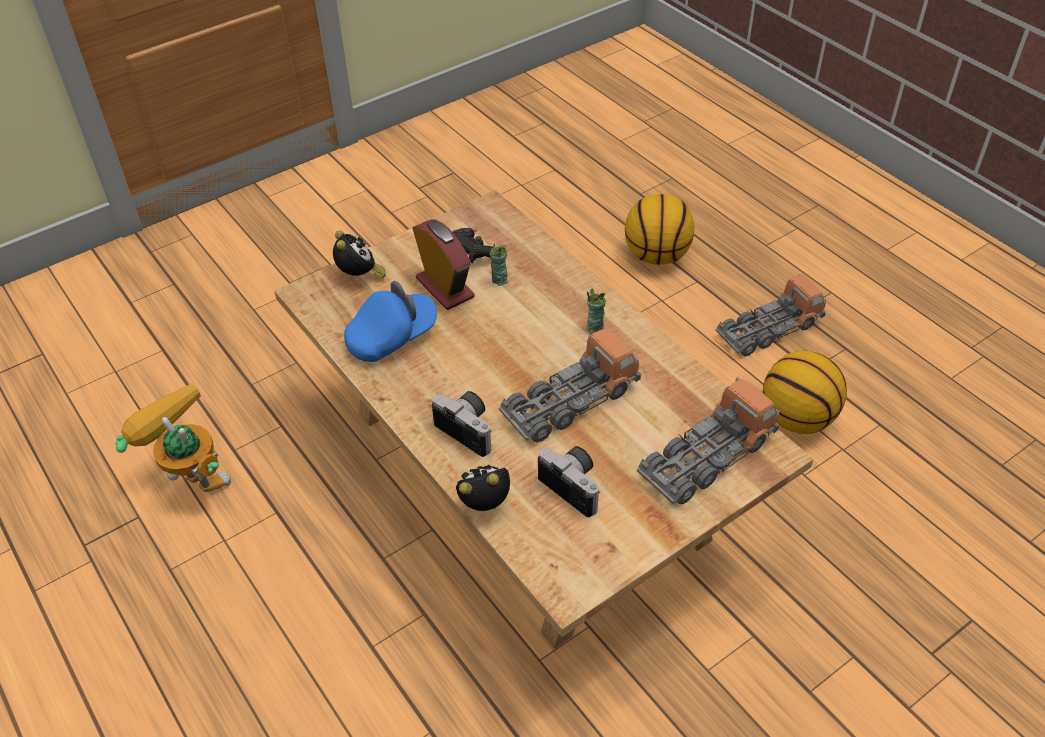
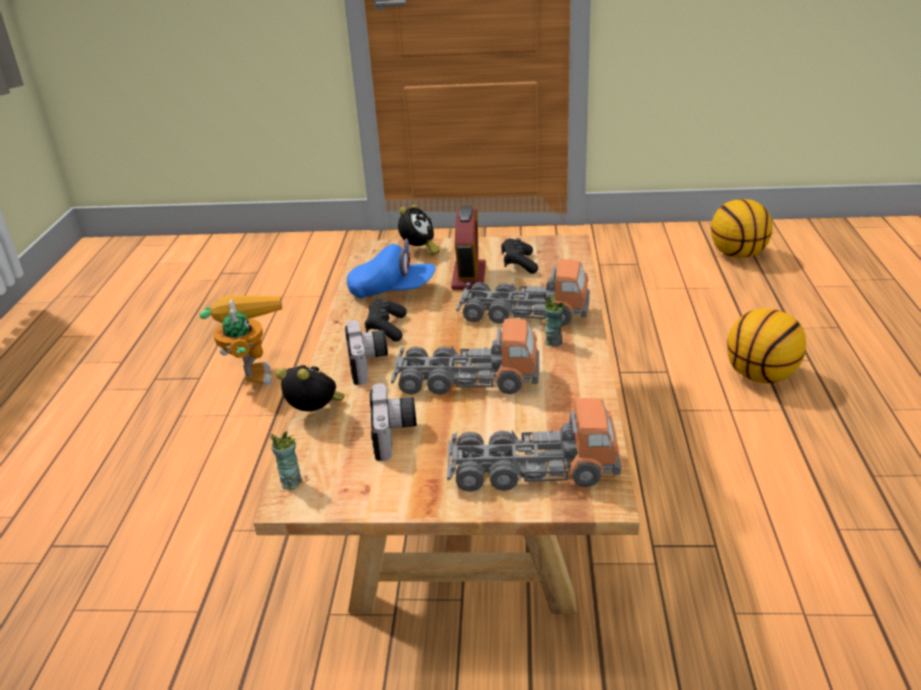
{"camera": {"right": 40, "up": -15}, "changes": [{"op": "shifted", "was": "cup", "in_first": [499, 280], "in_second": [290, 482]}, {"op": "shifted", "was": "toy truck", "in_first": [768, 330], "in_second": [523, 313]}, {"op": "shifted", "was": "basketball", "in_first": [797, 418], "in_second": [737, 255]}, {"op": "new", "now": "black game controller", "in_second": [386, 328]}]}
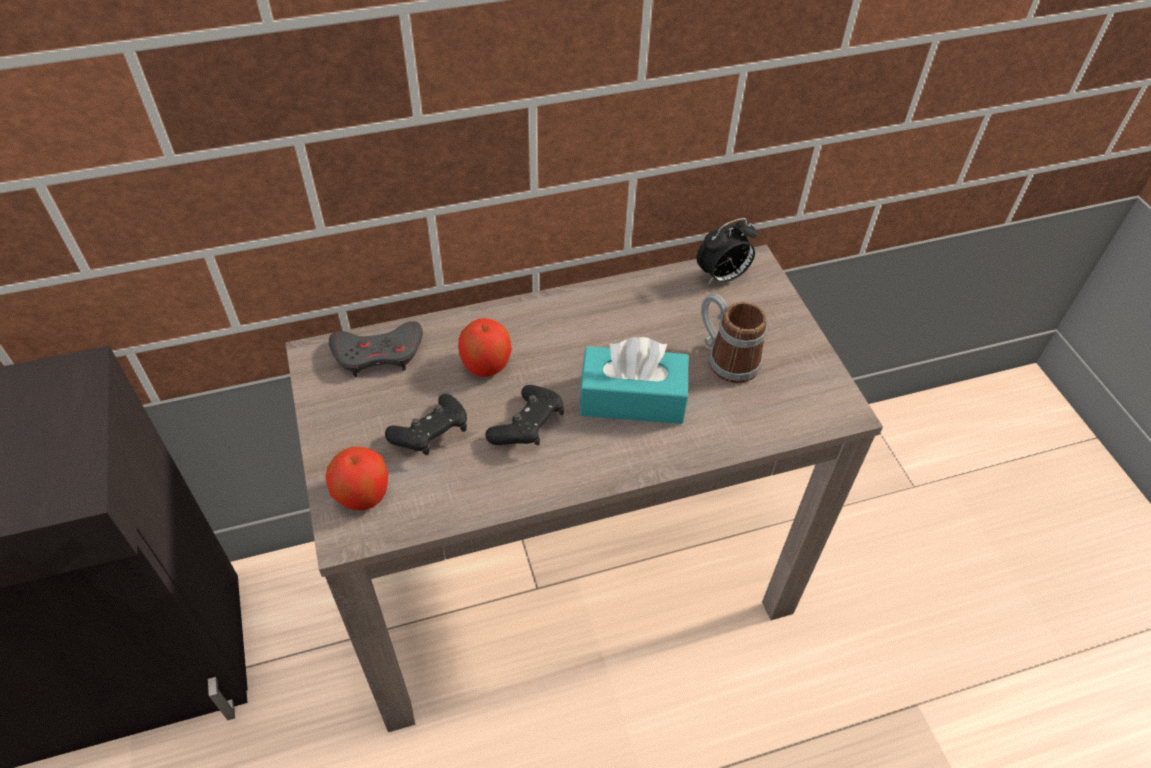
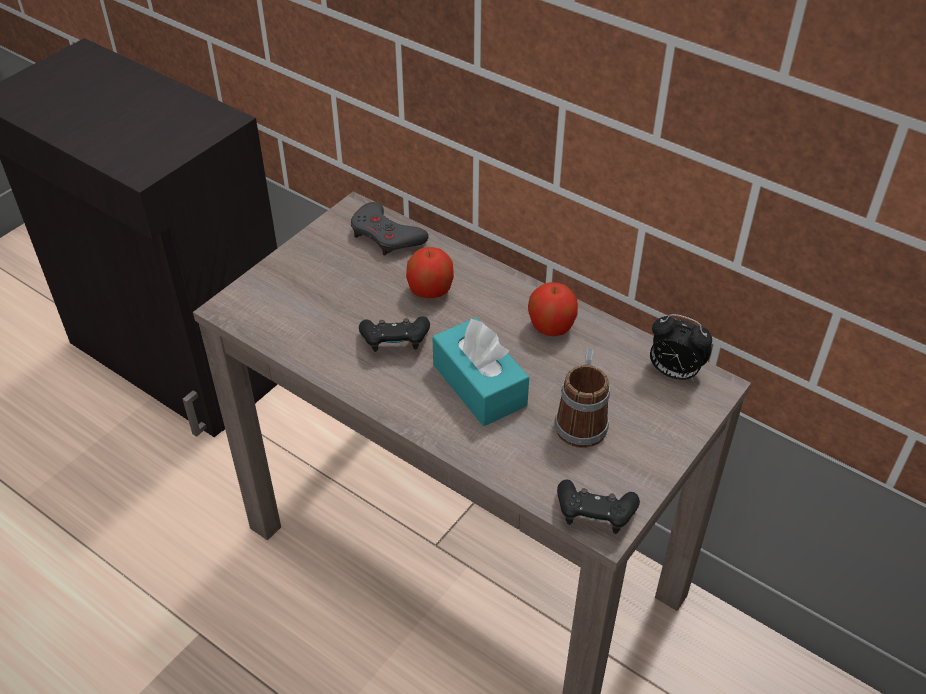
{"camera": {"right": 55, "up": -5}, "changes": [{"op": "shifted", "was": "black game controller", "in_first": [432, 435], "in_second": [594, 515]}, {"op": "shifted", "was": "apple", "in_first": [362, 495], "in_second": [551, 327]}]}
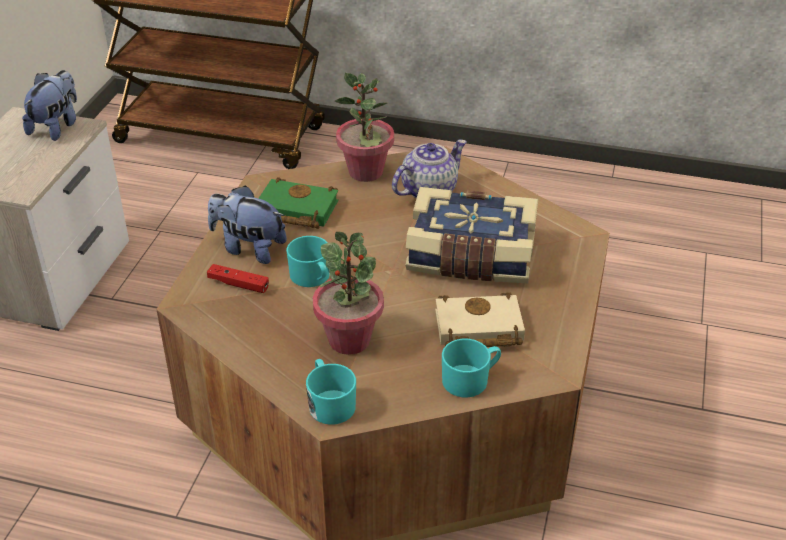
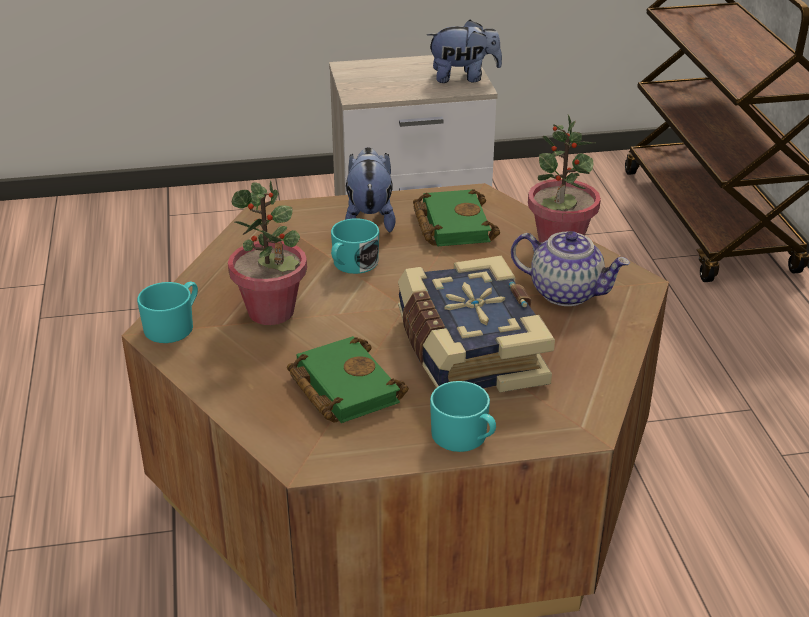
{"camera": {"right": 65, "up": -5}, "changes": [{"op": "gone", "was": "red game controller", "in_first": [238, 284]}, {"op": "repainted", "was": "beige book", "now": "green book", "in_first": [476, 329], "in_second": [341, 387]}, {"op": "shifted", "was": "turquoise mug", "in_first": [470, 380], "in_second": [464, 438]}]}
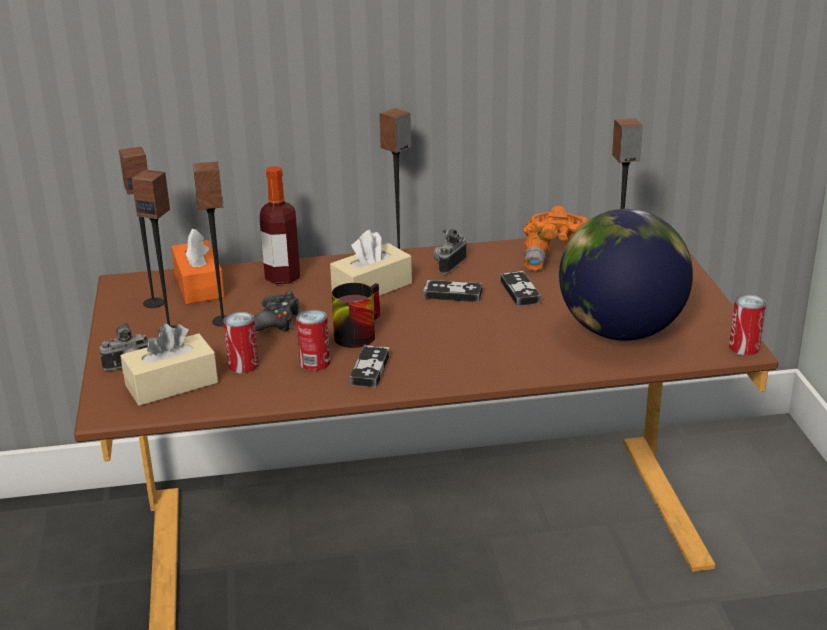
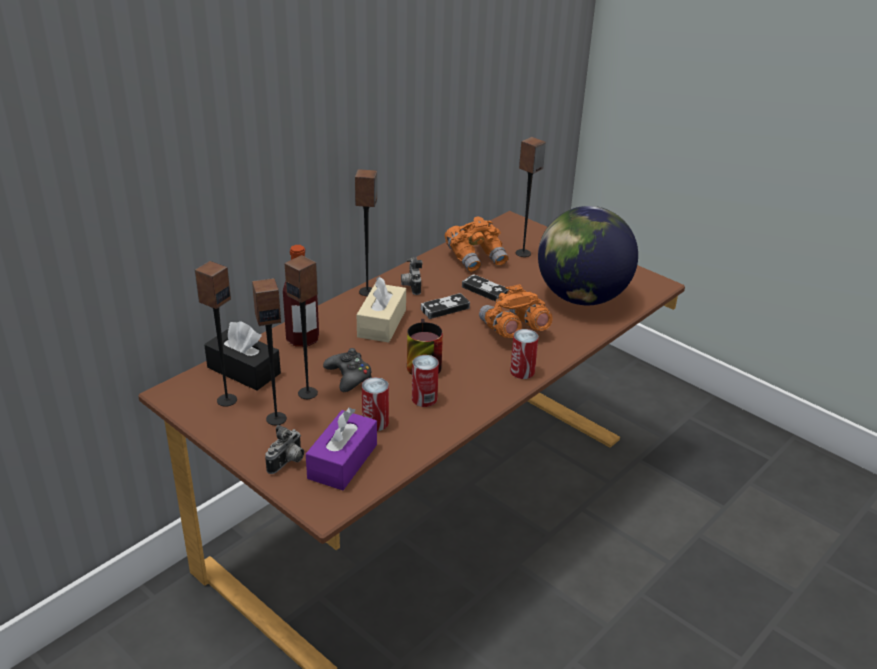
{"camera": {"right": -40, "up": 5}, "changes": [{"op": "repainted", "was": "orange tissue box", "now": "black tissue box", "in_first": [199, 285], "in_second": [244, 370]}, {"op": "shifted", "was": "can", "in_first": [744, 347], "in_second": [522, 371]}, {"op": "repainted", "was": "beige tissue box", "now": "purple tissue box", "in_first": [171, 384], "in_second": [342, 461]}, {"op": "gone", "was": "game controller", "in_first": [370, 369]}, {"op": "new", "now": "orange binoculars", "in_second": [513, 330]}]}
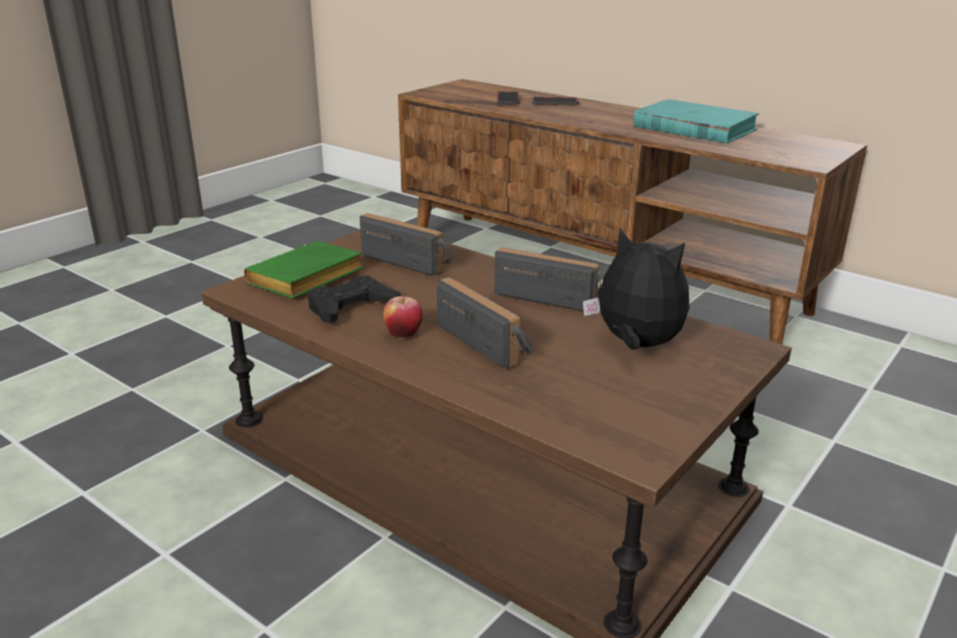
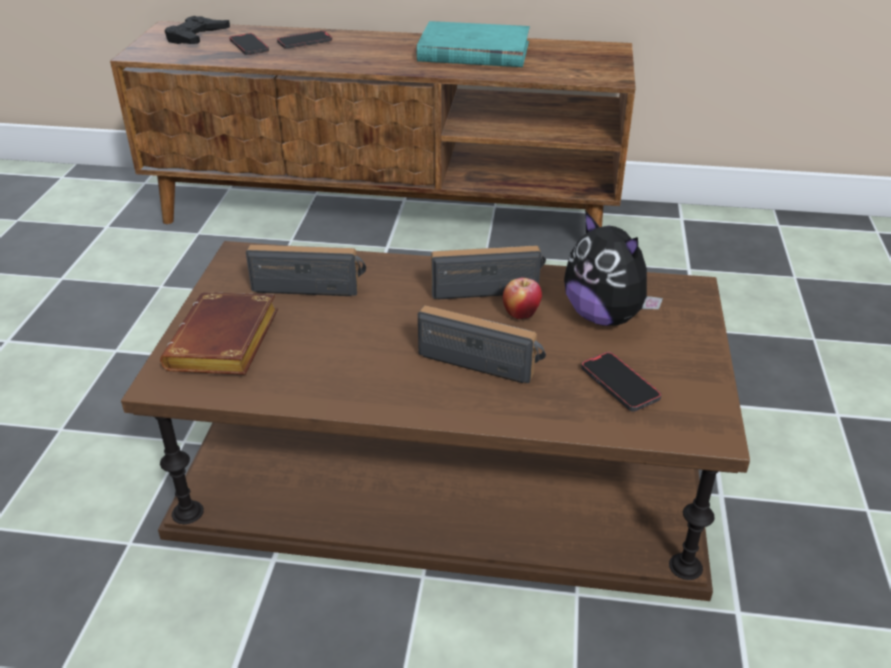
{"camera": {"right": -30, "up": 10}, "changes": [{"op": "rotated", "was": "plush toy", "in_first": [636, 345], "in_second": [605, 316], "clockwise": -135}, {"op": "repainted", "was": "green book", "now": "brown book", "in_first": [305, 280], "in_second": [226, 345]}, {"op": "shifted", "was": "black game controller", "in_first": [351, 307], "in_second": [196, 37]}, {"op": "shifted", "was": "apple", "in_first": [403, 335], "in_second": [521, 314]}, {"op": "new", "now": "phone", "in_second": [619, 384]}]}
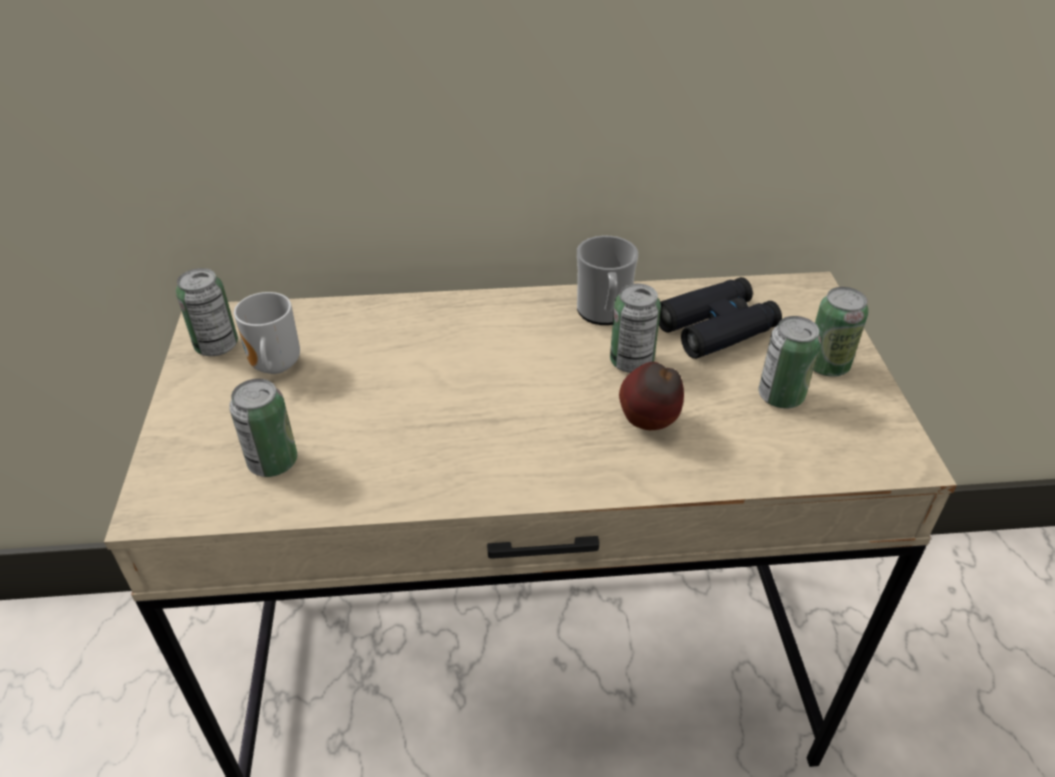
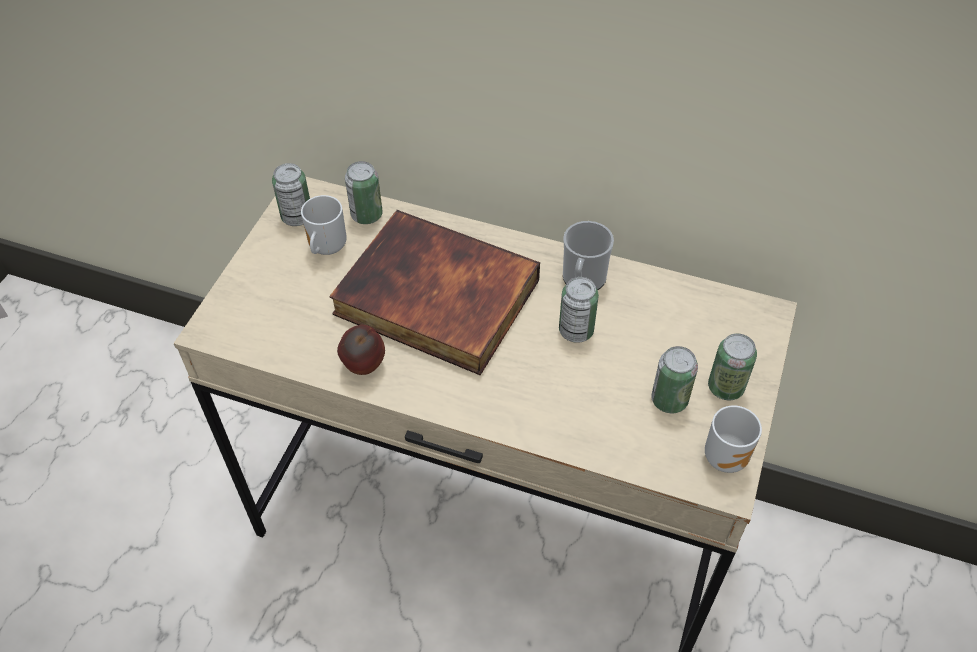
{"camera": {"right": 25, "up": 10}, "changes": [{"op": "gone", "was": "black binoculars", "in_first": [716, 328]}, {"op": "shifted", "was": "apple", "in_first": [649, 425], "in_second": [364, 367]}, {"op": "shifted", "was": "can", "in_first": [273, 462], "in_second": [366, 215]}, {"op": "new", "now": "book", "in_second": [434, 299]}, {"op": "new", "now": "mug", "in_second": [727, 456]}]}
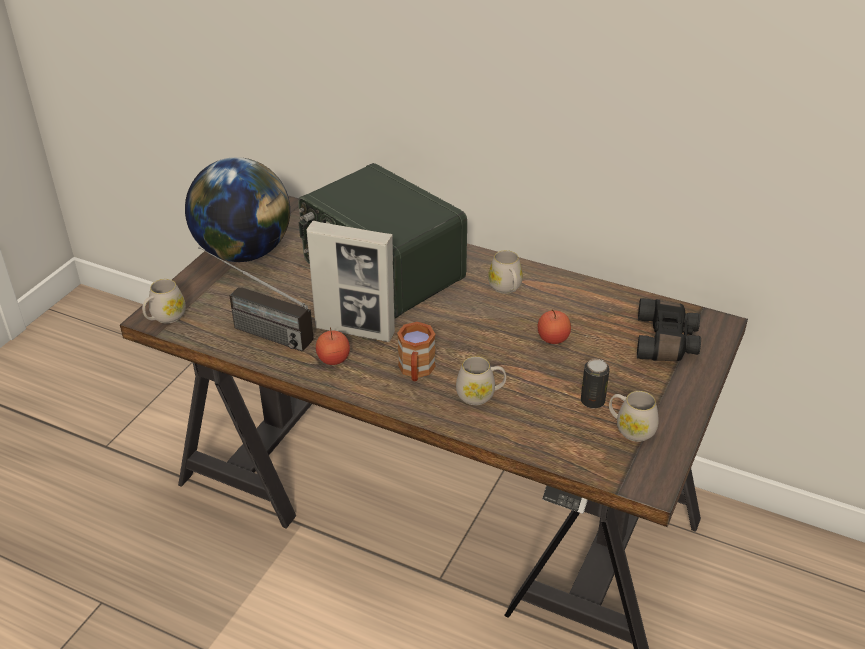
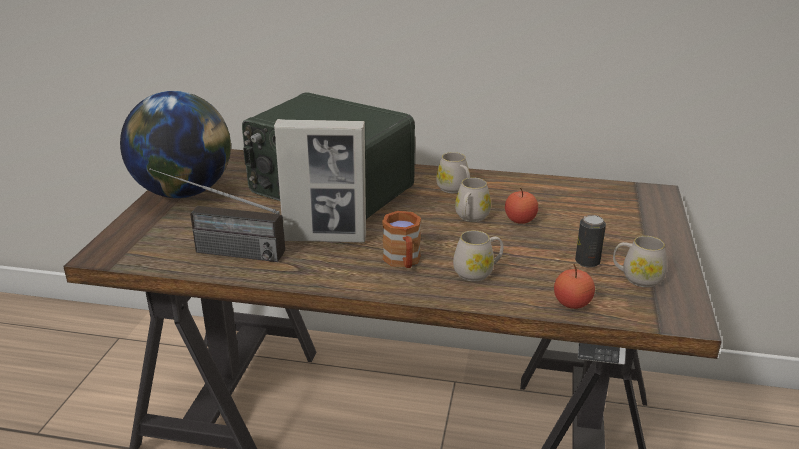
{"camera": {"right": -15, "up": -10}, "changes": [{"op": "shifted", "was": "white mug", "in_first": [165, 317], "in_second": [470, 217]}, {"op": "gone", "was": "black binoculars", "in_first": [667, 342]}, {"op": "shifted", "was": "apple", "in_first": [333, 359], "in_second": [572, 303]}]}
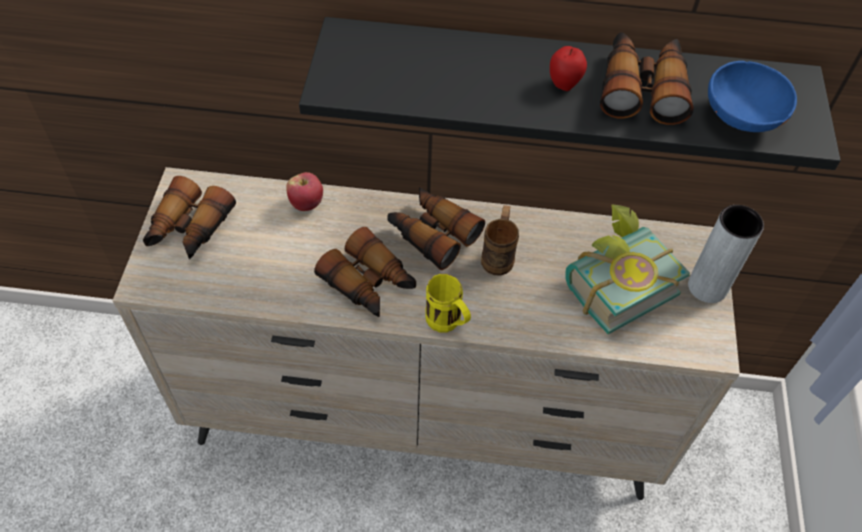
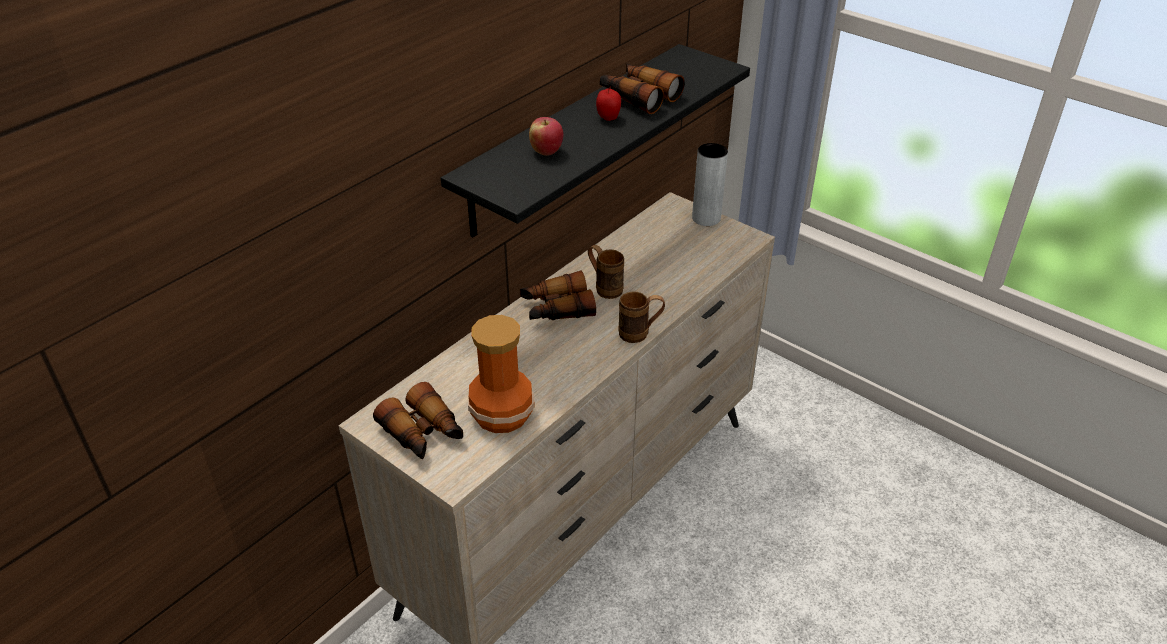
{"camera": {"right": -55, "up": -15}, "changes": [{"op": "gone", "was": "blue bowl", "in_first": [741, 119]}, {"op": "shifted", "was": "apple", "in_first": [307, 204], "in_second": [546, 151]}, {"op": "gone", "was": "book", "in_first": [613, 283]}, {"op": "gone", "was": "binoculars", "in_first": [369, 283]}, {"op": "repainted", "was": "yellow mug", "now": "brown mug", "in_first": [448, 324], "in_second": [640, 334]}, {"op": "new", "now": "vase", "in_second": [501, 414]}]}
